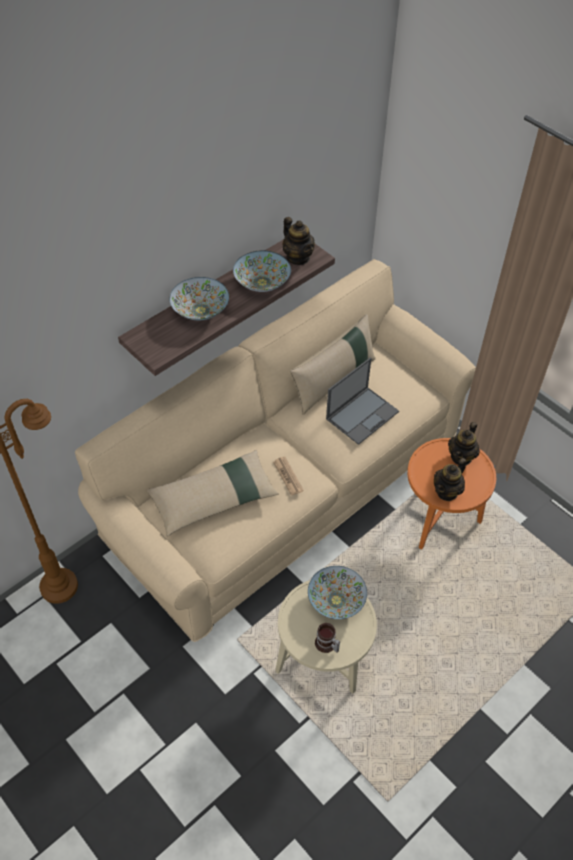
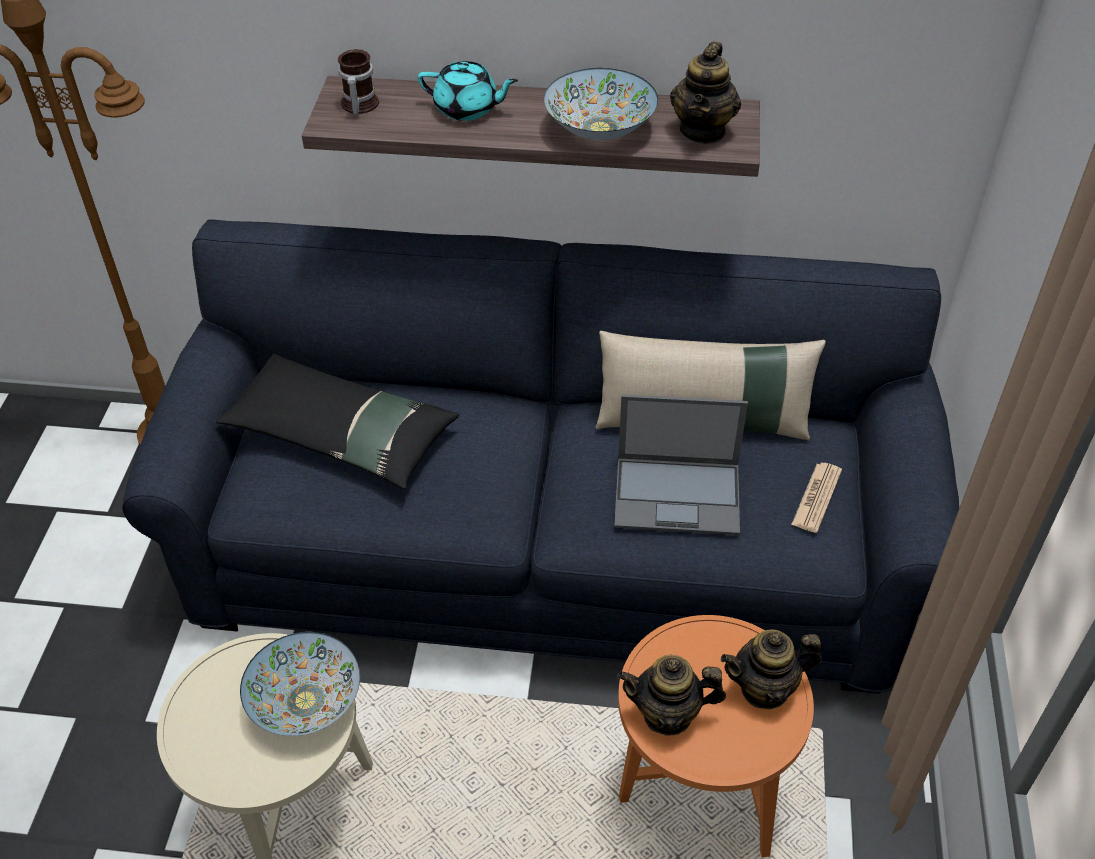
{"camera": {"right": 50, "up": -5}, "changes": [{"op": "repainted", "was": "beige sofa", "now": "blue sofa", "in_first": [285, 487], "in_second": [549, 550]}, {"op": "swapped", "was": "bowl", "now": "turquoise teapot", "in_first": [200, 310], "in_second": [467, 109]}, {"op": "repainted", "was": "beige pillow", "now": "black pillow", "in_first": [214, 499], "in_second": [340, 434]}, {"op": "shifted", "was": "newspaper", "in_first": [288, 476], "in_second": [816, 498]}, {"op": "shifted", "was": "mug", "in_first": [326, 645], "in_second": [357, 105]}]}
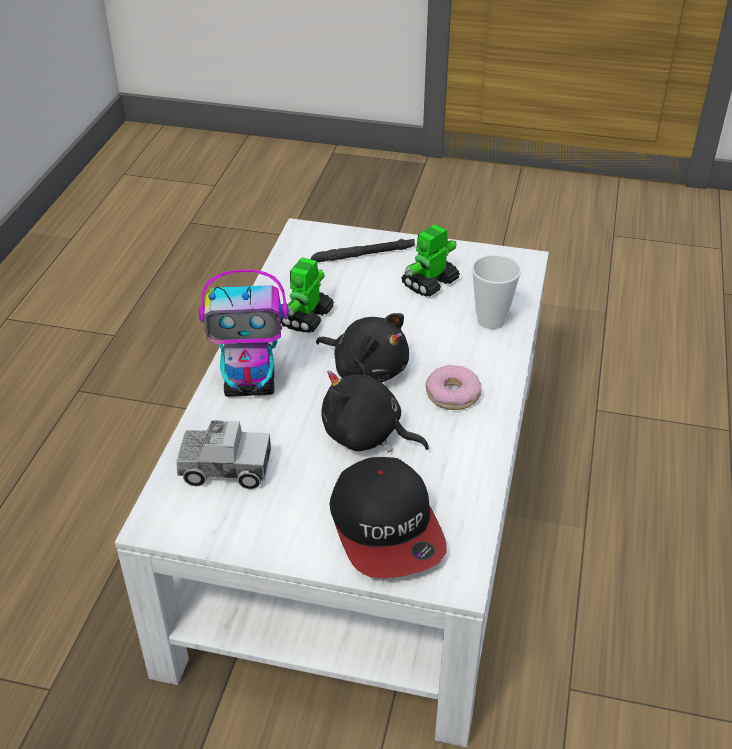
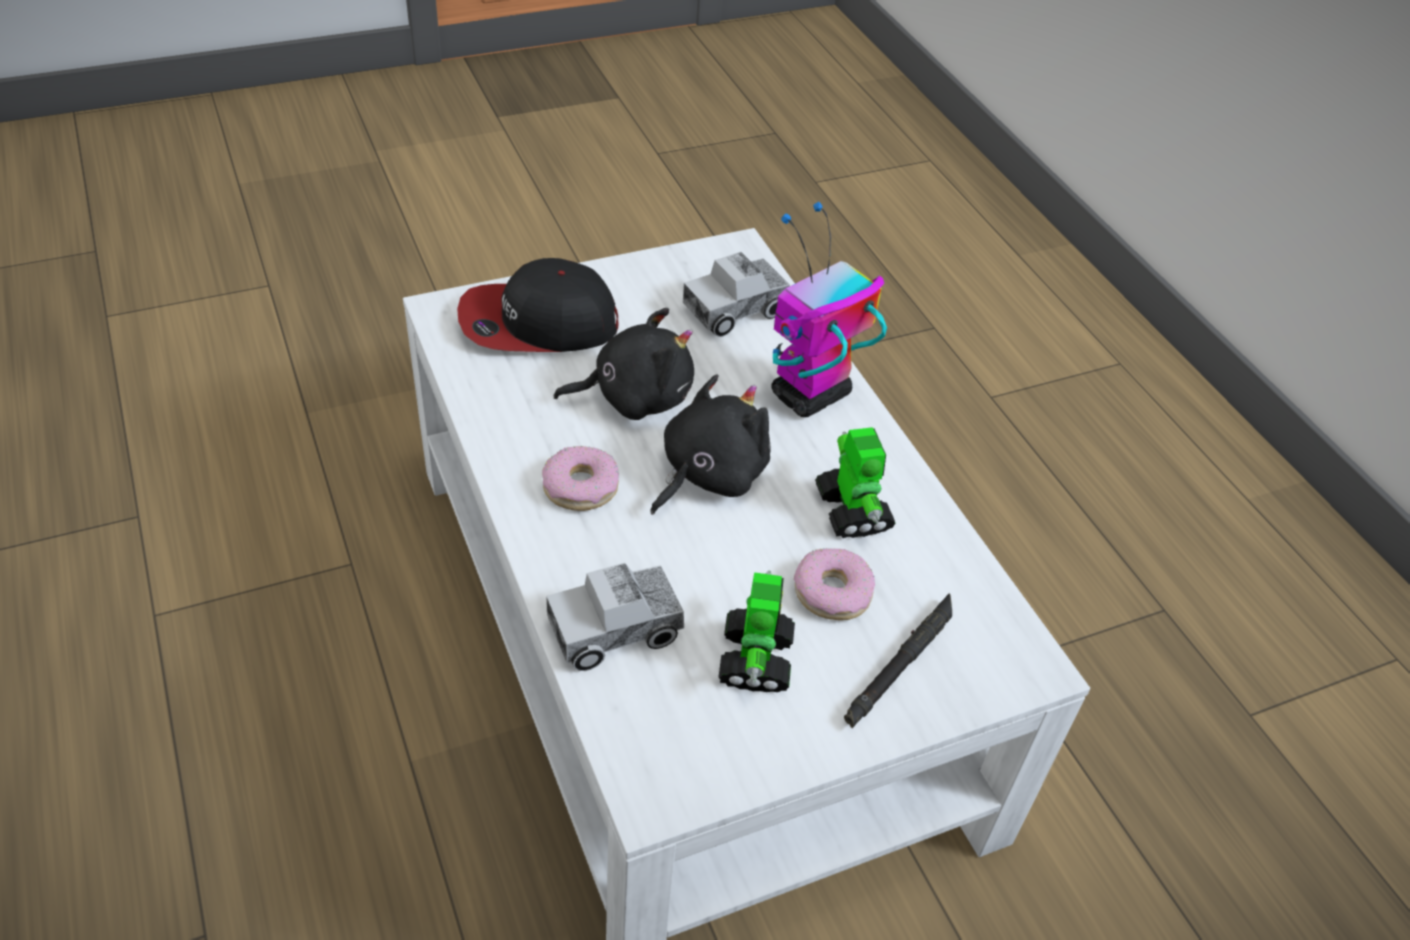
{"camera": {"right": 140, "up": 5}, "changes": [{"op": "swapped", "was": "cup", "now": "toy truck", "in_first": [491, 320], "in_second": [615, 629]}, {"op": "rotated", "was": "black plush toy", "in_first": [367, 368], "in_second": [708, 474], "clockwise": 135}, {"op": "rotated", "was": "cap", "in_first": [387, 528], "in_second": [538, 323], "clockwise": -45}, {"op": "new", "now": "donut", "in_second": [832, 592]}]}
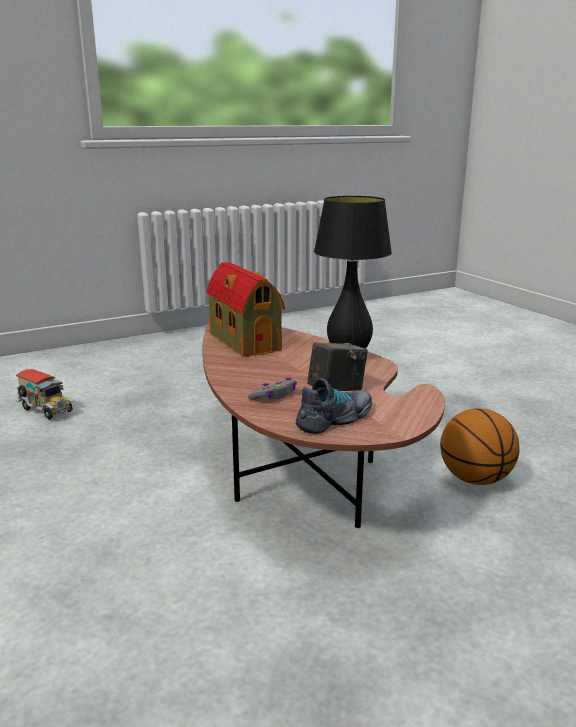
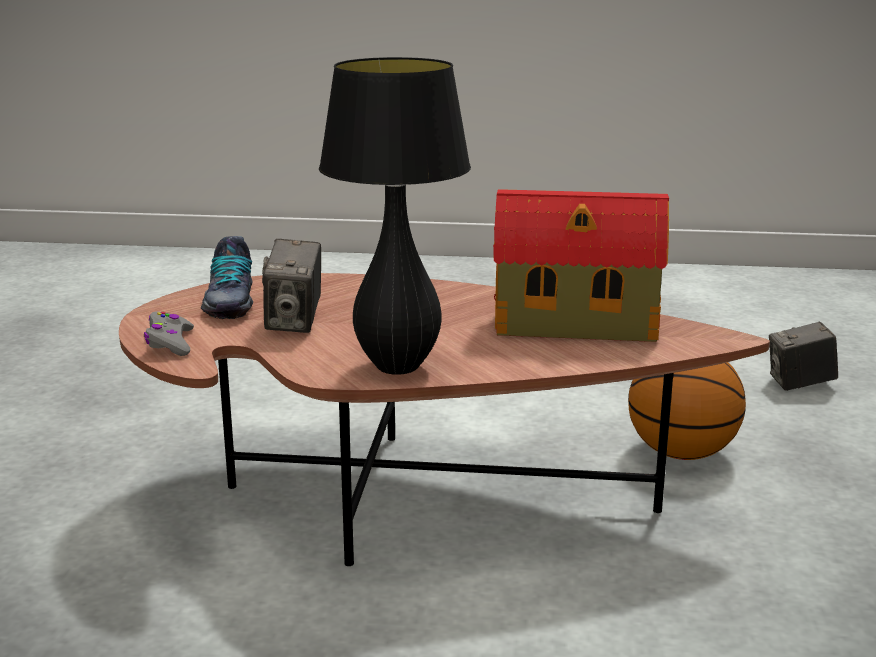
{"camera": {"right": 125, "up": 0}, "changes": [{"op": "swapped", "was": "toy truck", "now": "photo camera", "in_first": [45, 411], "in_second": [799, 384]}, {"op": "shifted", "was": "grey game controller", "in_first": [274, 396], "in_second": [170, 343]}, {"op": "shifted", "was": "basketball", "in_first": [475, 479], "in_second": [681, 453]}]}
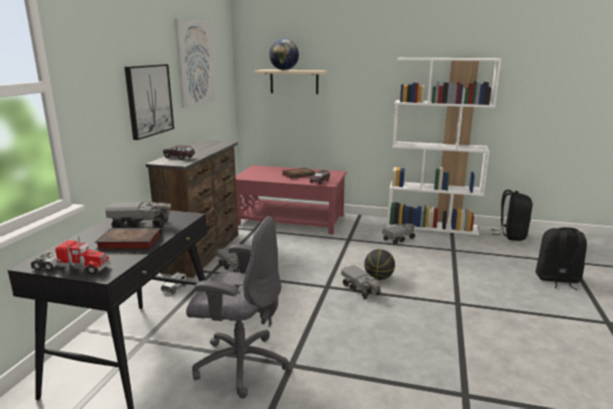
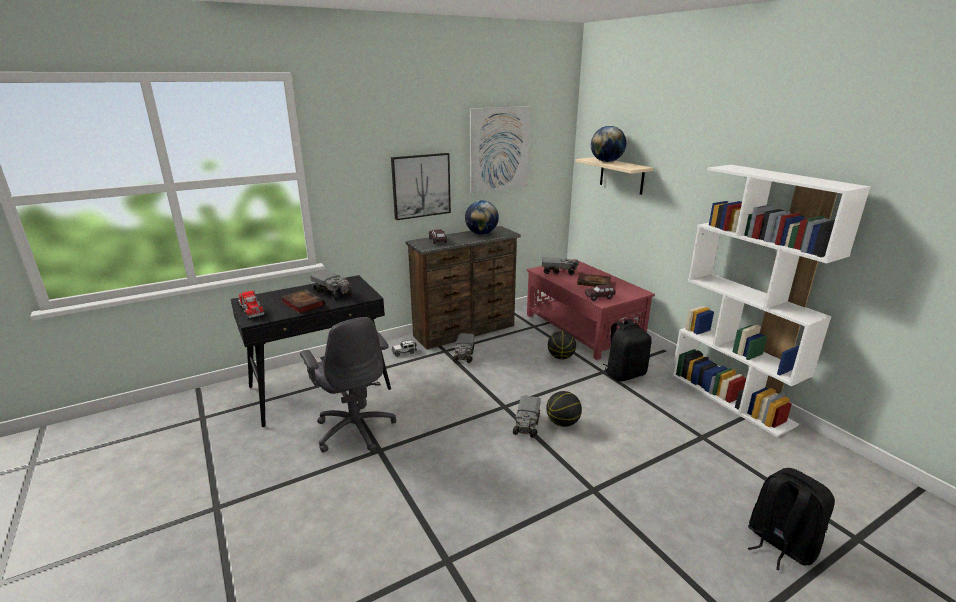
{"camera": {"right": 45, "up": 5}, "changes": [{"op": "shifted", "was": "black backpack", "in_first": [511, 235], "in_second": [624, 374]}, {"op": "shifted", "was": "toy truck", "in_first": [399, 239], "in_second": [559, 272]}, {"op": "new", "now": "globe", "in_second": [481, 234]}, {"op": "new", "now": "basketball", "in_second": [561, 357]}]}
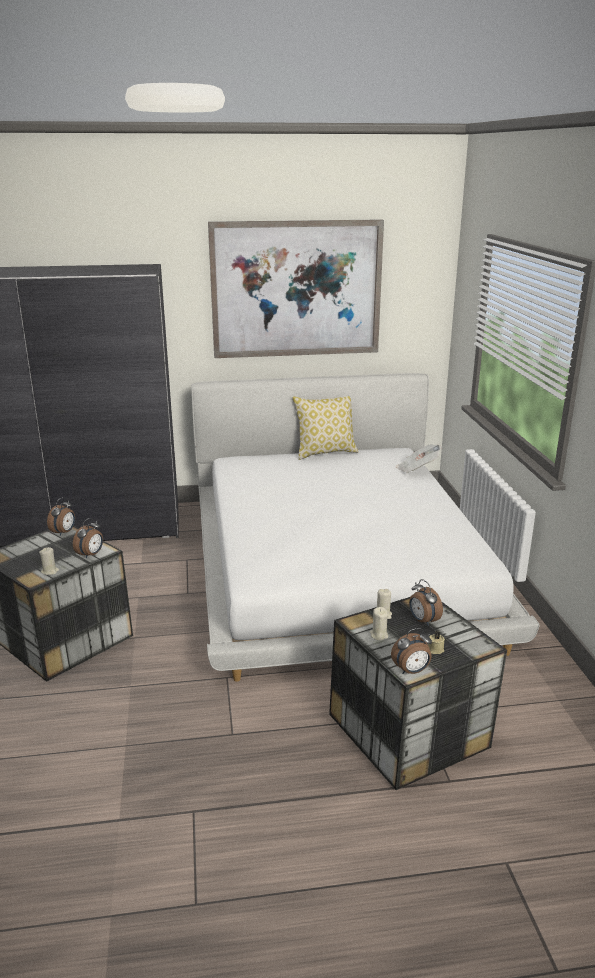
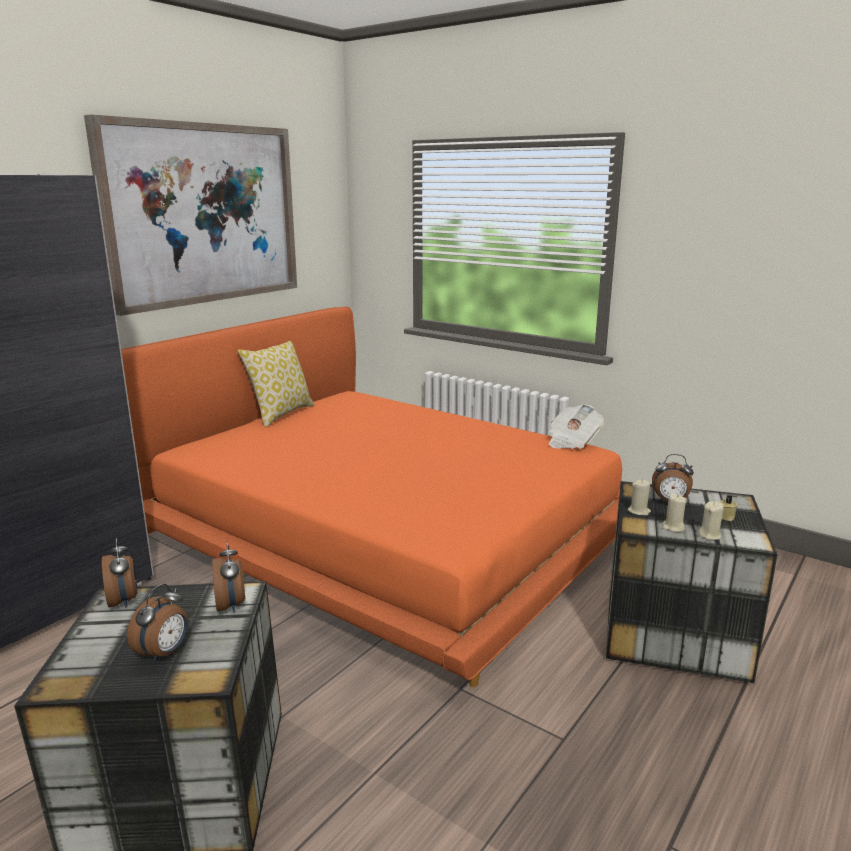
{"camera": {"right": -45, "up": -5}, "changes": [{"op": "repainted", "was": "white bed", "now": "orange bed", "in_first": [336, 567], "in_second": [382, 531]}, {"op": "shifted", "was": "newspaper", "in_first": [417, 469], "in_second": [572, 441]}, {"op": "shifted", "was": "beige candle", "in_first": [50, 571], "in_second": [709, 535]}, {"op": "shifted", "was": "alarm clock", "in_first": [411, 671], "in_second": [164, 653]}]}
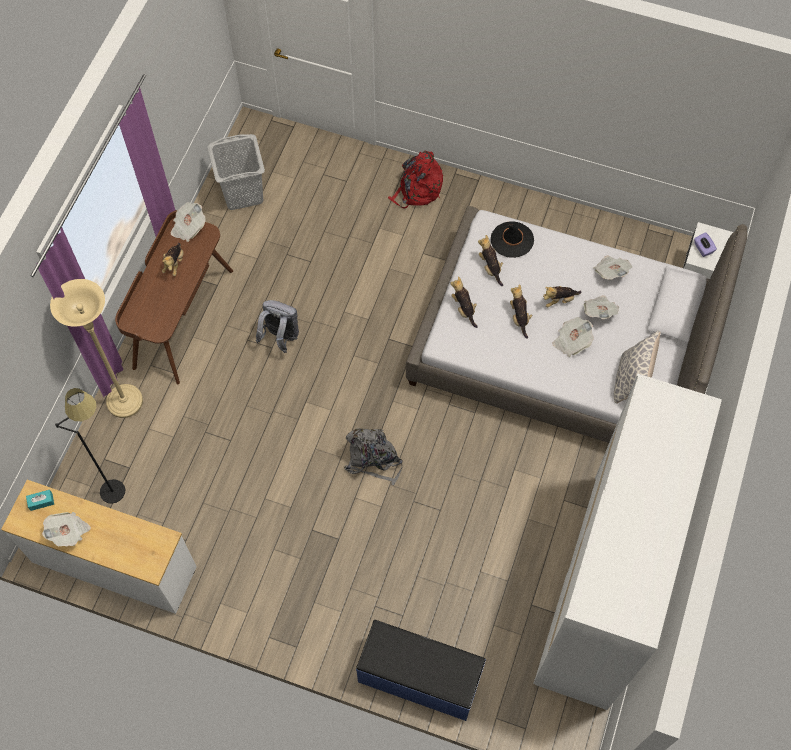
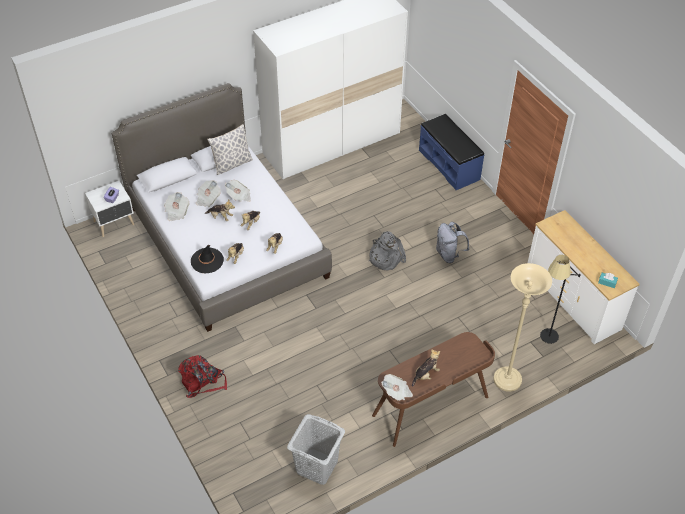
{"camera": {"right": -140, "up": -15}, "changes": [{"op": "shifted", "was": "grey backpack", "in_first": [280, 337], "in_second": [449, 255]}, {"op": "gone", "was": "newspaper", "in_first": [69, 532]}]}
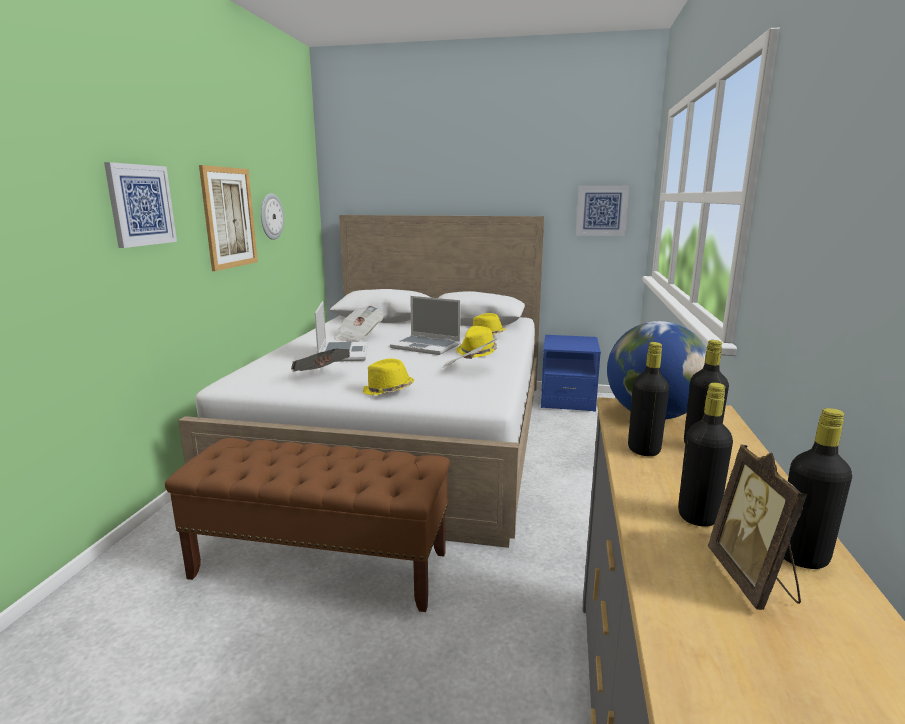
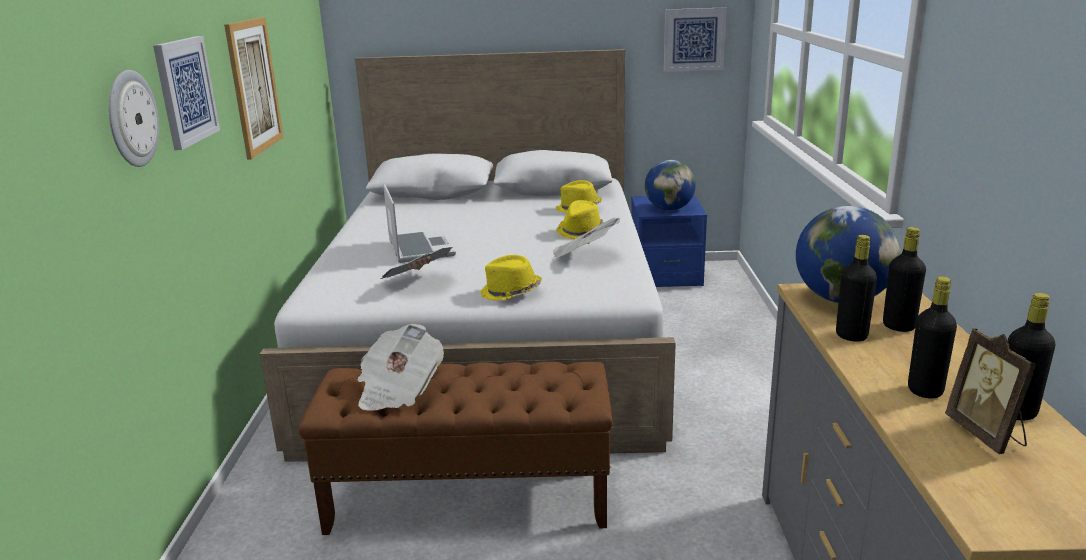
{"camera": {"right": -10, "up": 5}, "changes": [{"op": "shifted", "was": "wall clock", "in_first": [271, 216], "in_second": [131, 119]}, {"op": "gone", "was": "laptop", "in_first": [427, 346]}, {"op": "shifted", "was": "newspaper", "in_first": [358, 336], "in_second": [398, 390]}, {"op": "new", "now": "globe", "in_second": [669, 209]}]}
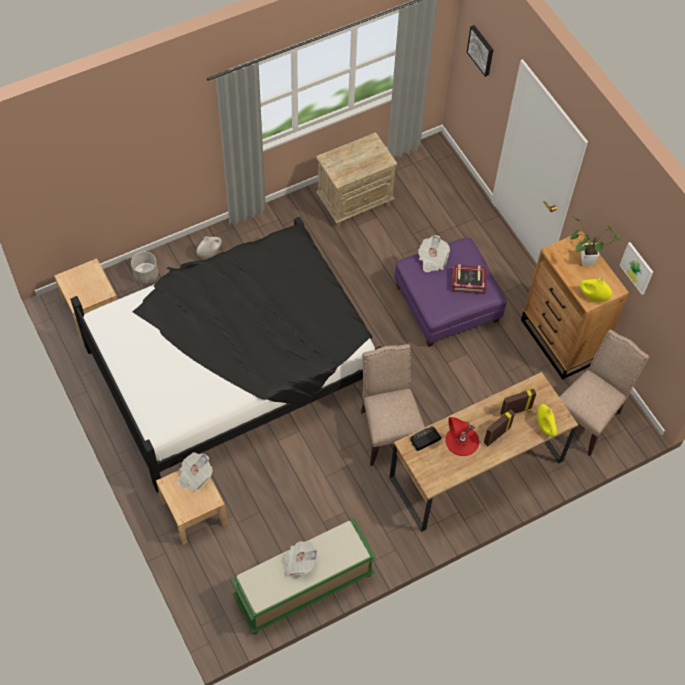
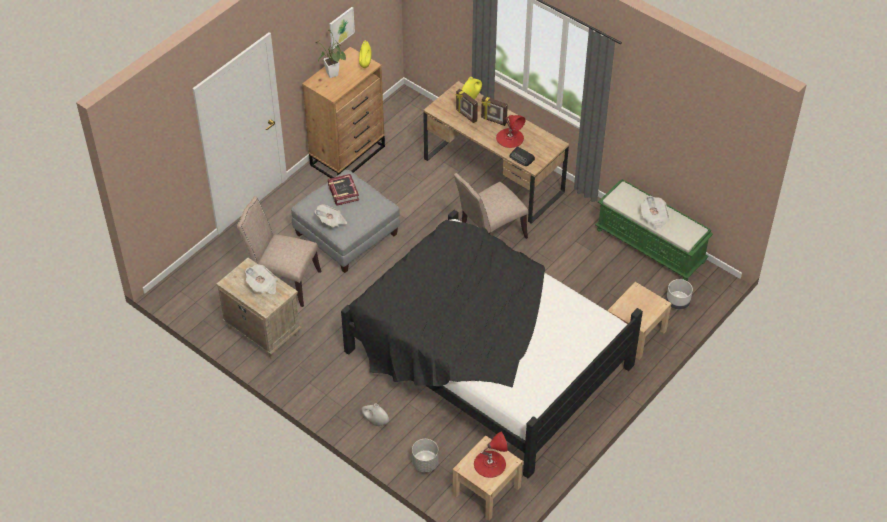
{"camera": {"right": -110, "up": -10}, "changes": [{"op": "gone", "was": "picture", "in_first": [481, 50]}, {"op": "repainted", "was": "purple ottoman", "now": "grey ottoman", "in_first": [447, 304], "in_second": [346, 234]}, {"op": "shifted", "was": "beige chair", "in_first": [587, 416], "in_second": [283, 281]}, {"op": "shifted", "was": "newspaper", "in_first": [194, 476], "in_second": [262, 285]}, {"op": "new", "now": "grey planter", "in_second": [678, 302]}, {"op": "new", "now": "red table lamp", "in_second": [489, 463]}]}
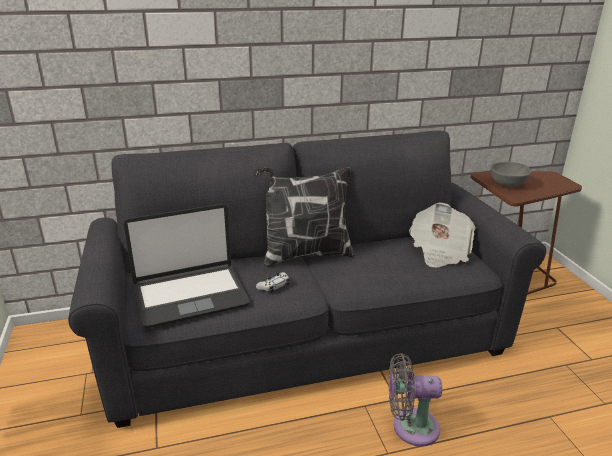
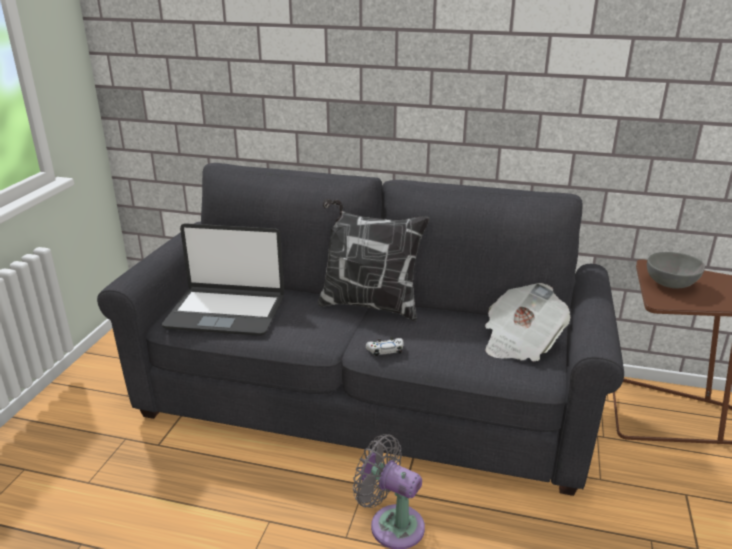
{"camera": {"right": 30, "up": 0}, "changes": [{"op": "shifted", "was": "white game controller", "in_first": [273, 286], "in_second": [385, 350]}]}
